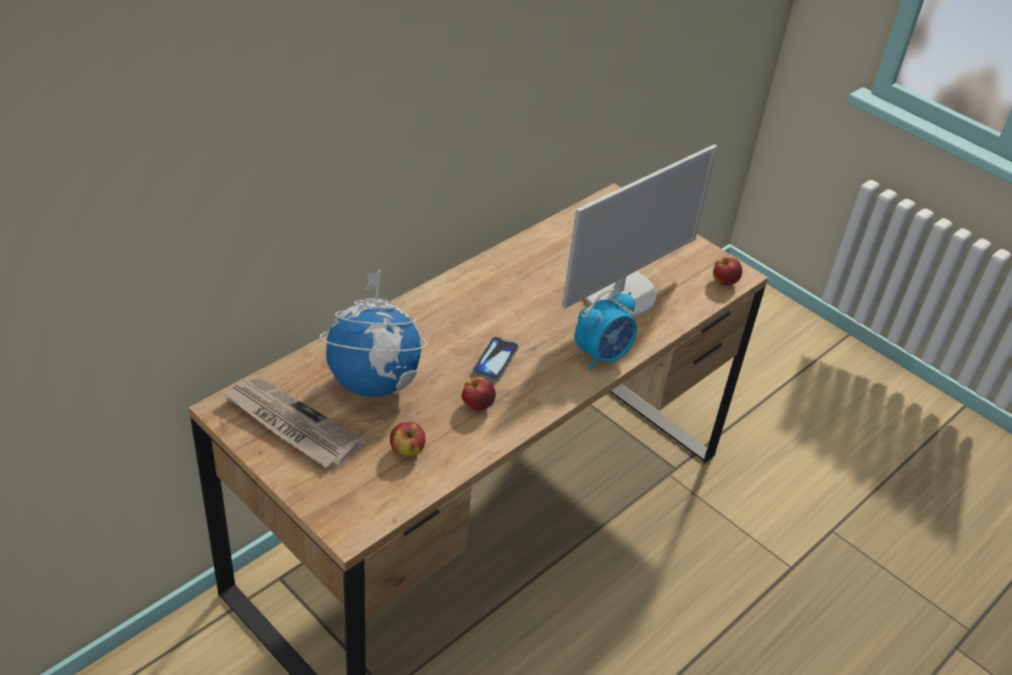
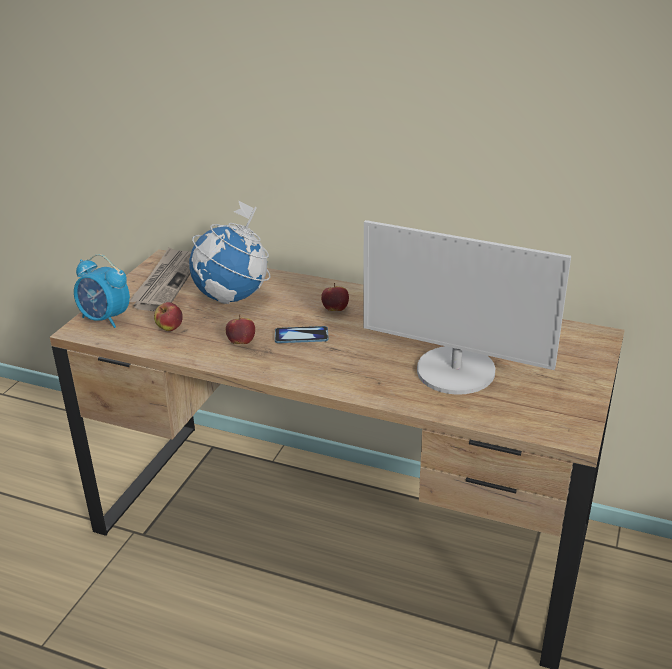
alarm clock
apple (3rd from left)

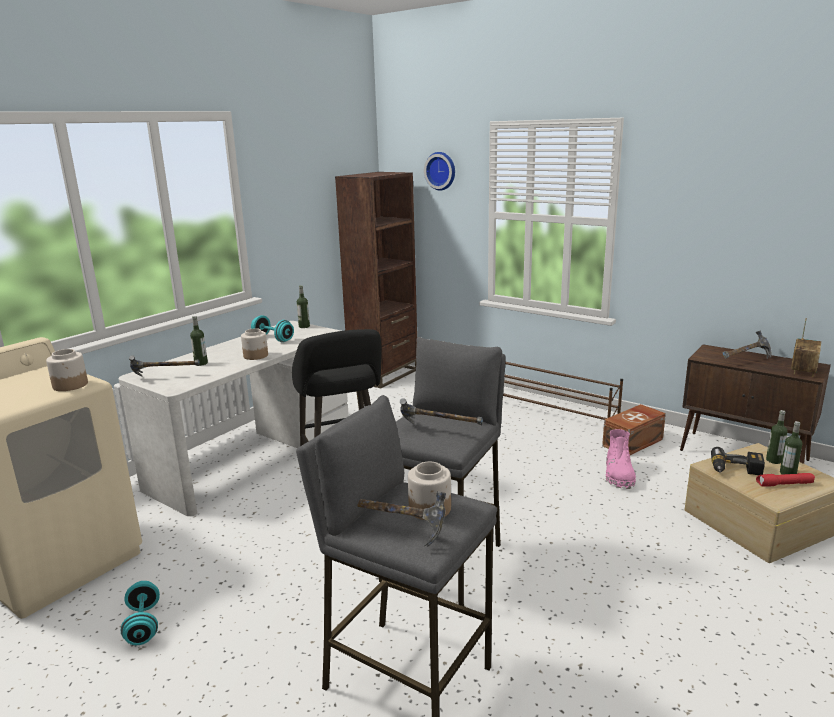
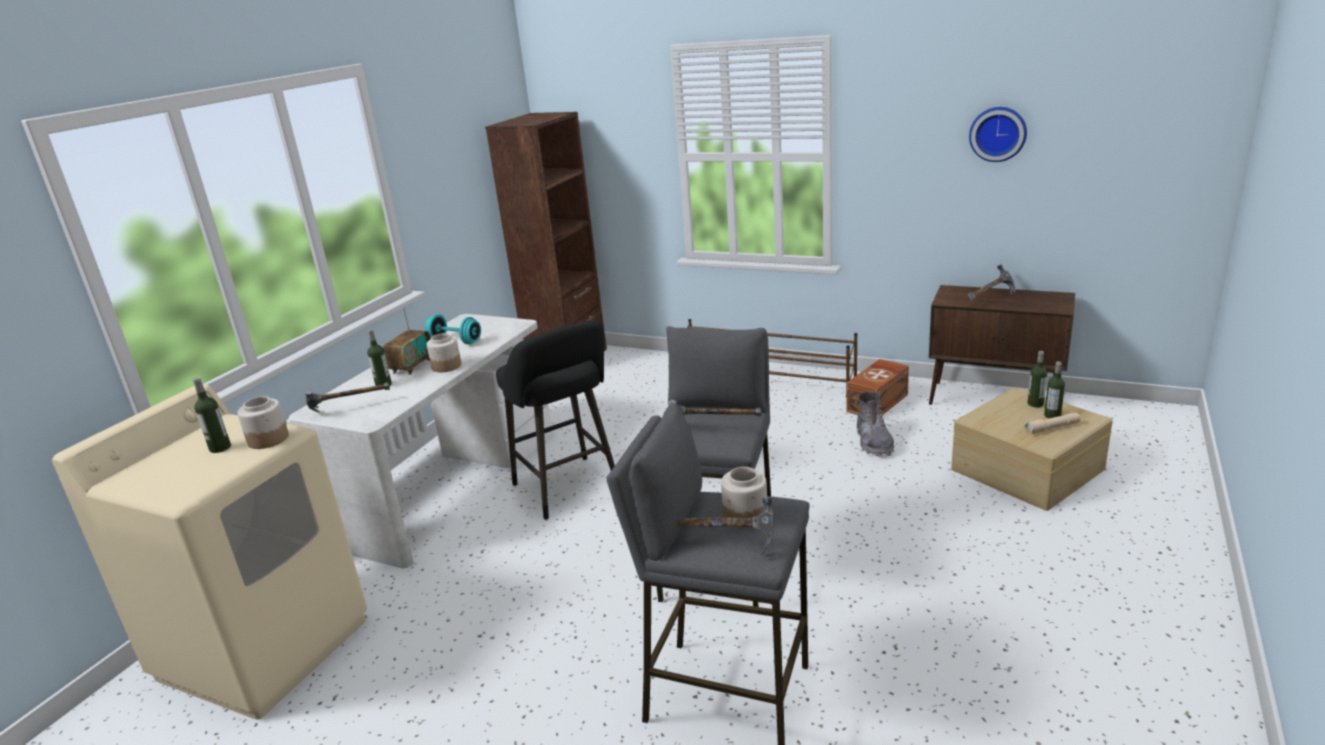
turquoise dumbbell (1st from left in the first image)
power drill
bottle (1st from left)
wall clock
radio
grey boot
beige flashlight

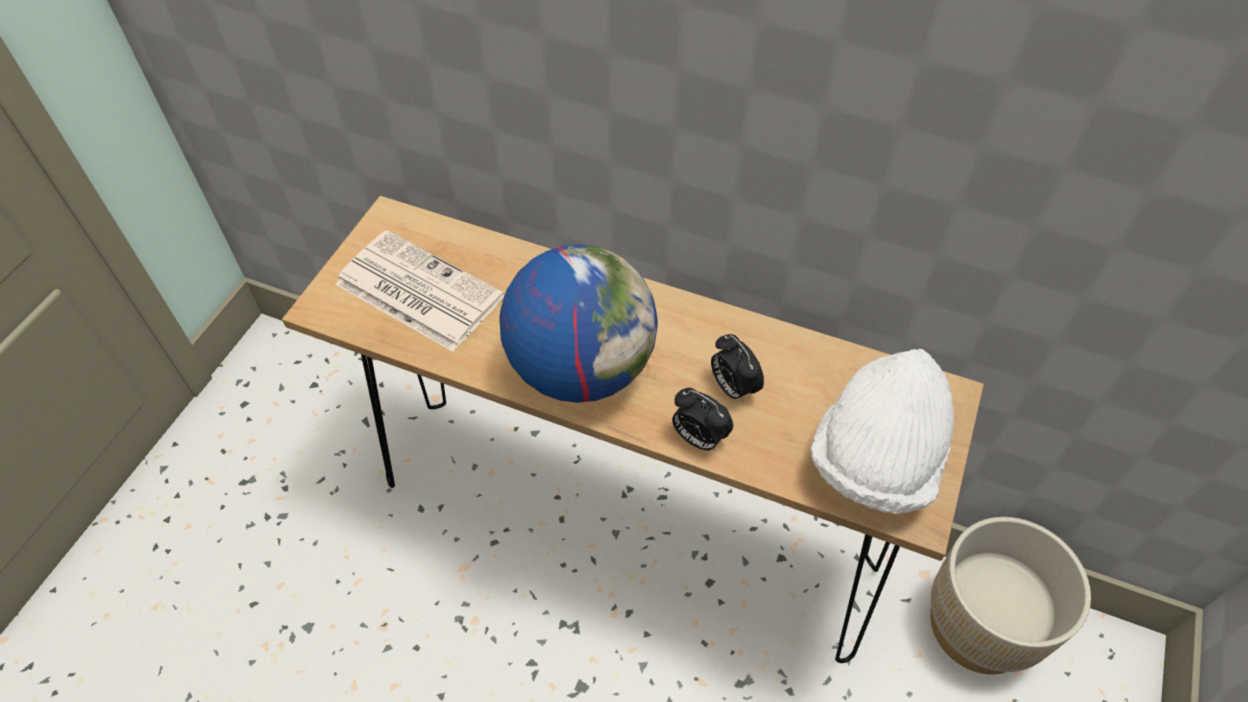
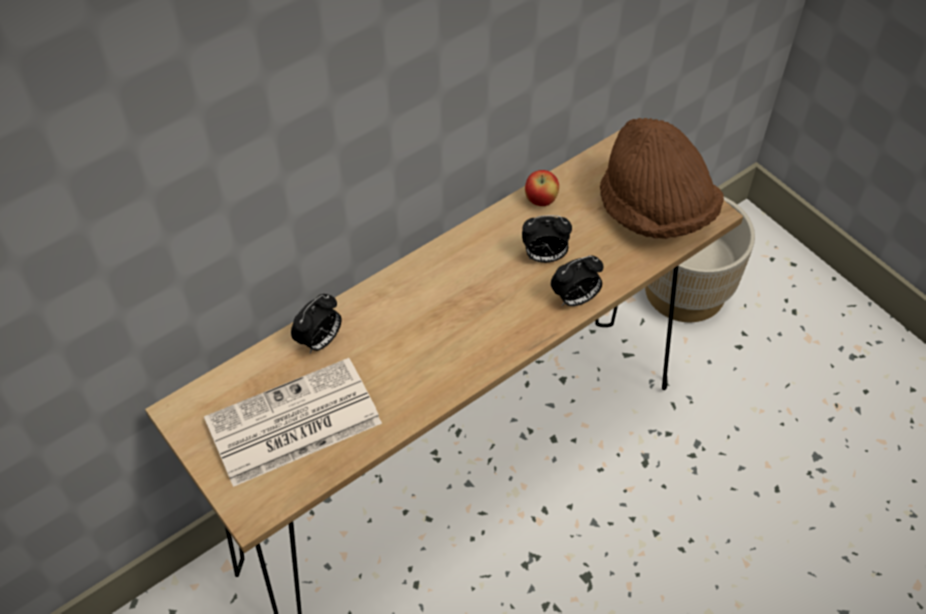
globe
alarm clock (1st from left)
apple
brown hat

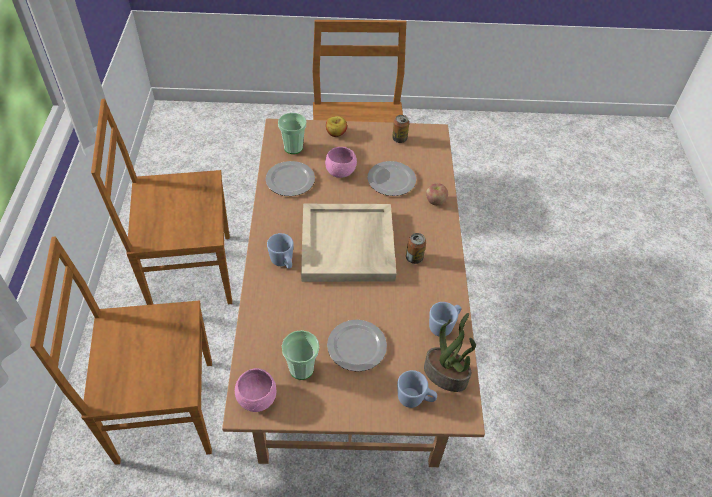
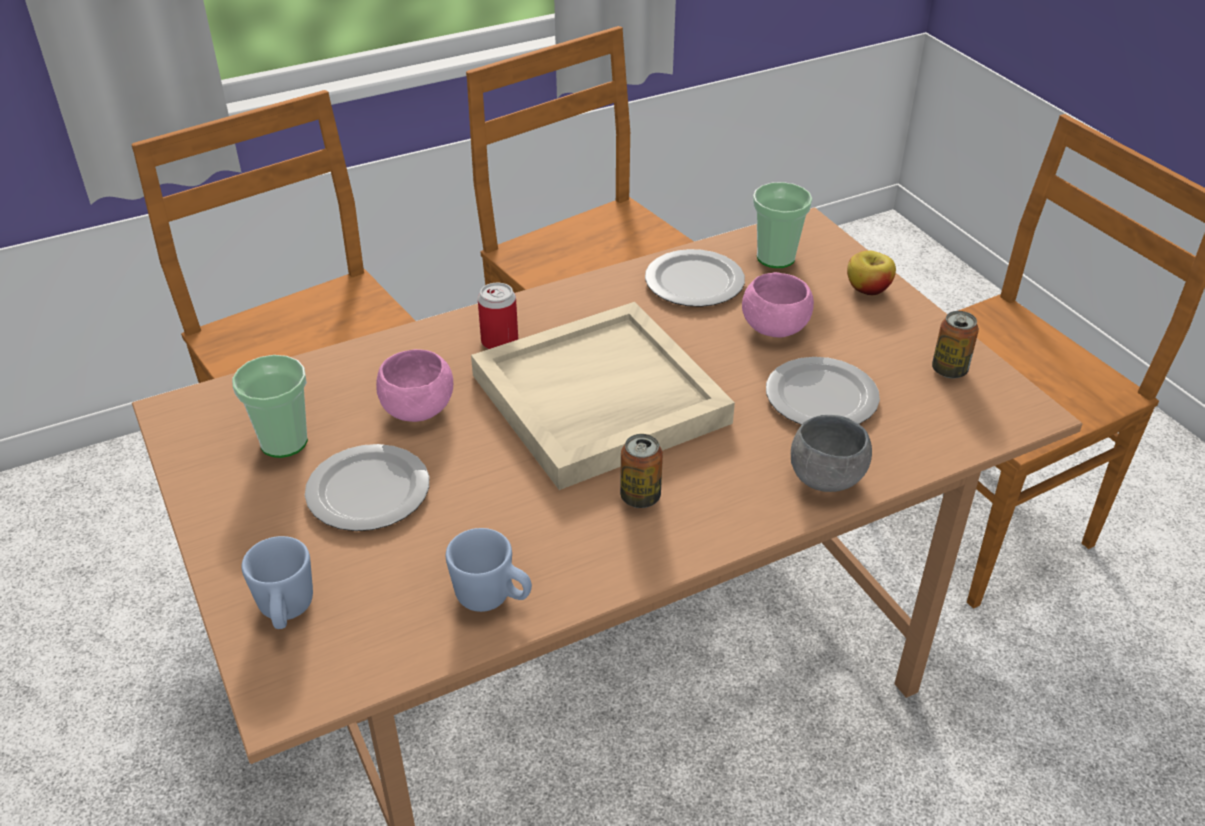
potted plant
pink bowl (1st from left)
can (1st from left)
grey bowl

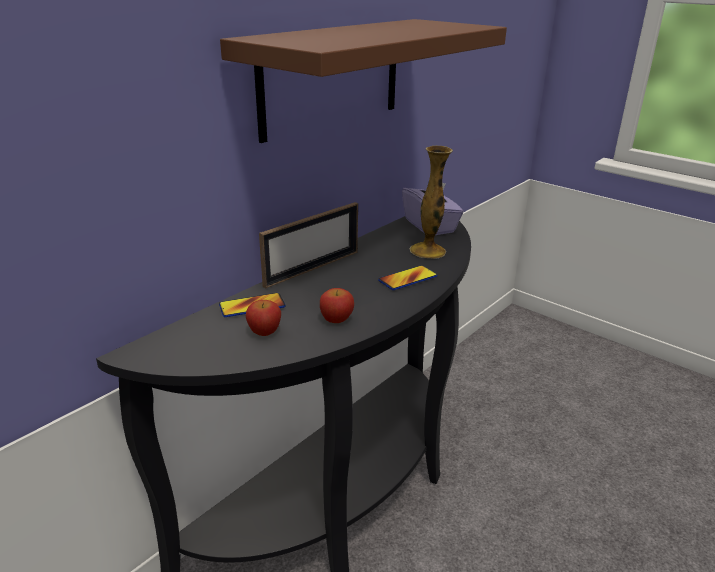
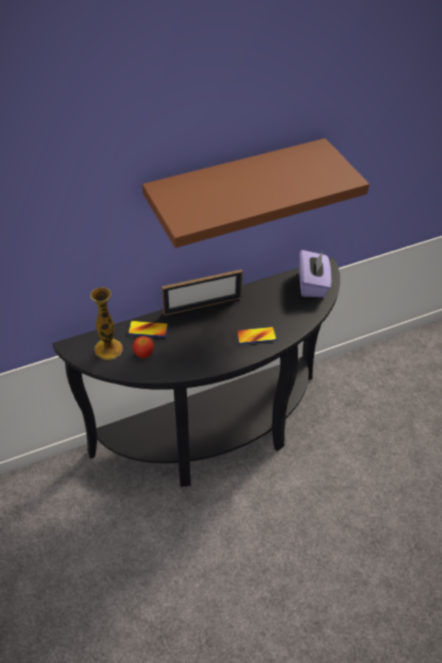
apple (2nd from left in the first image)
vase

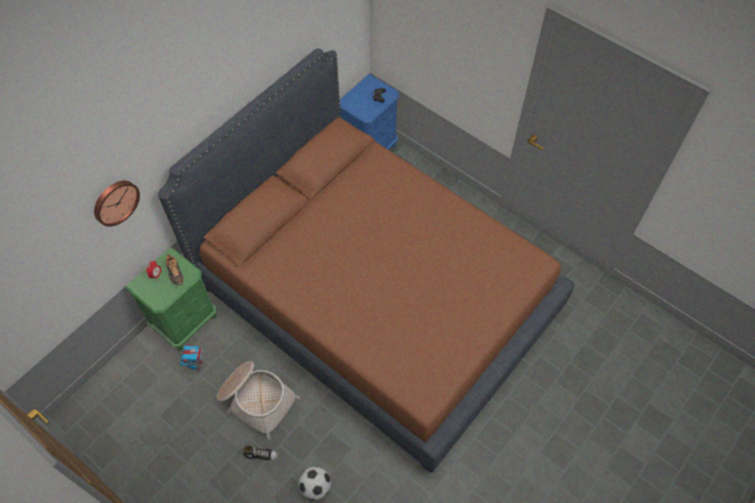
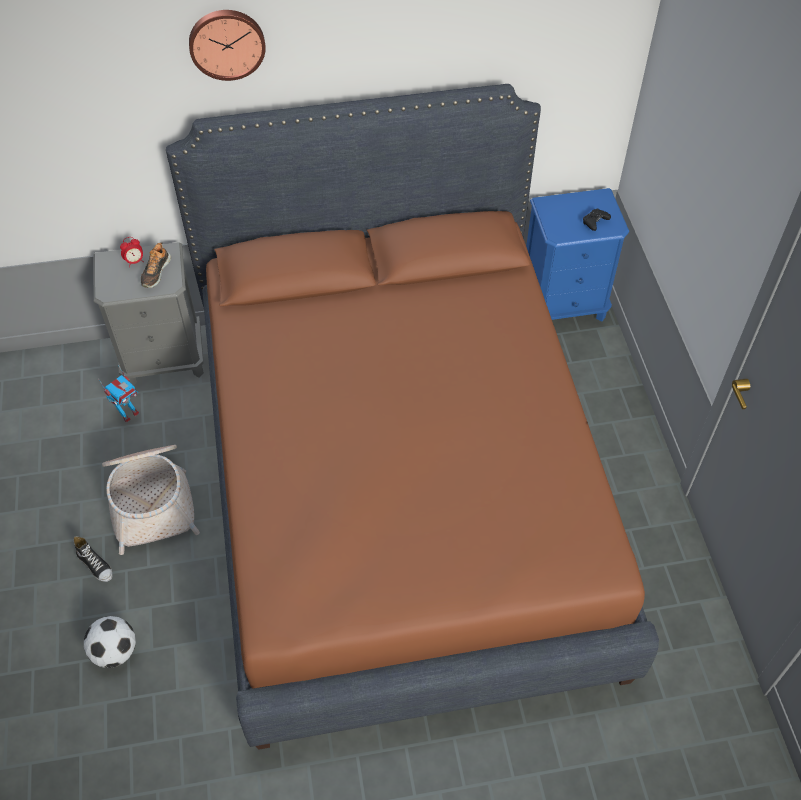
wall clock
grey nightstand

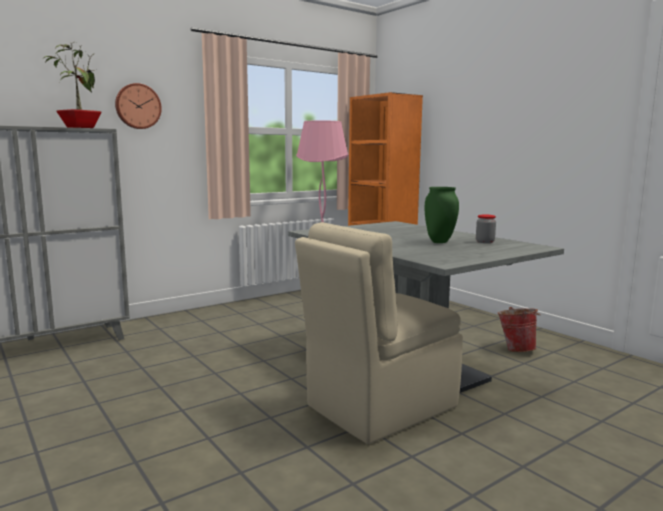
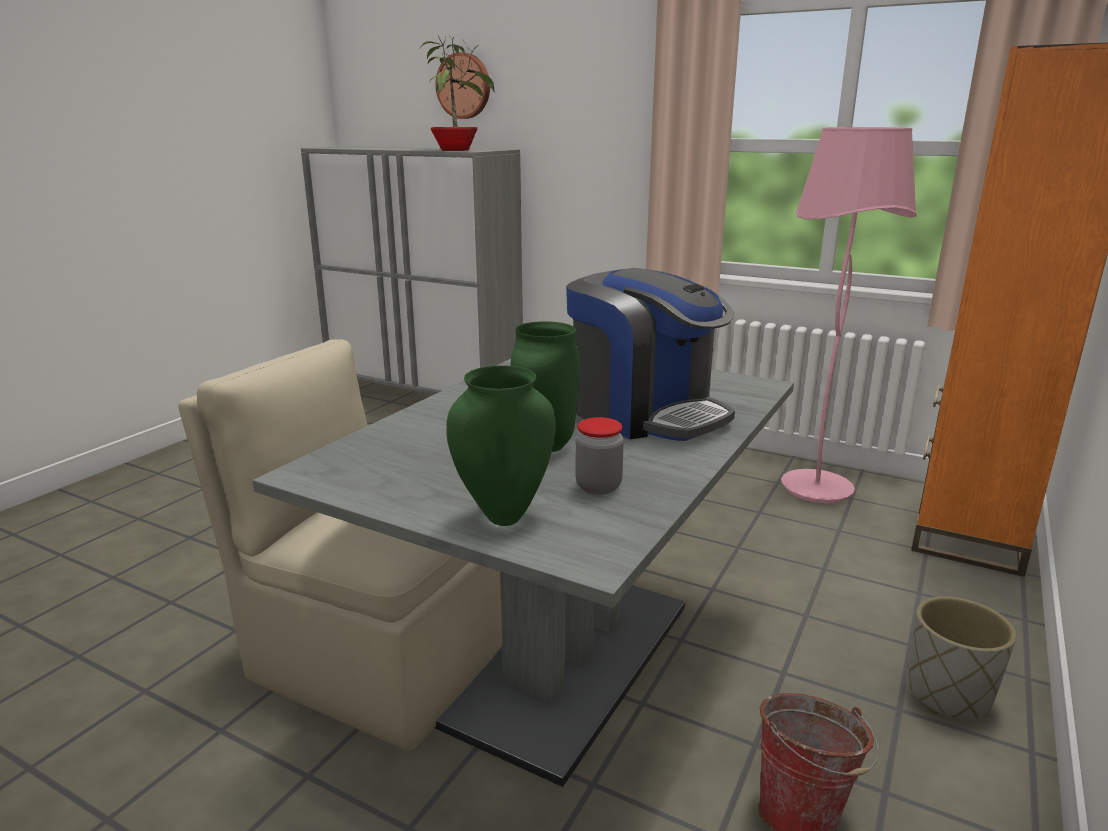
green vase (1st from left)
coffee machine
grey planter
wall clock

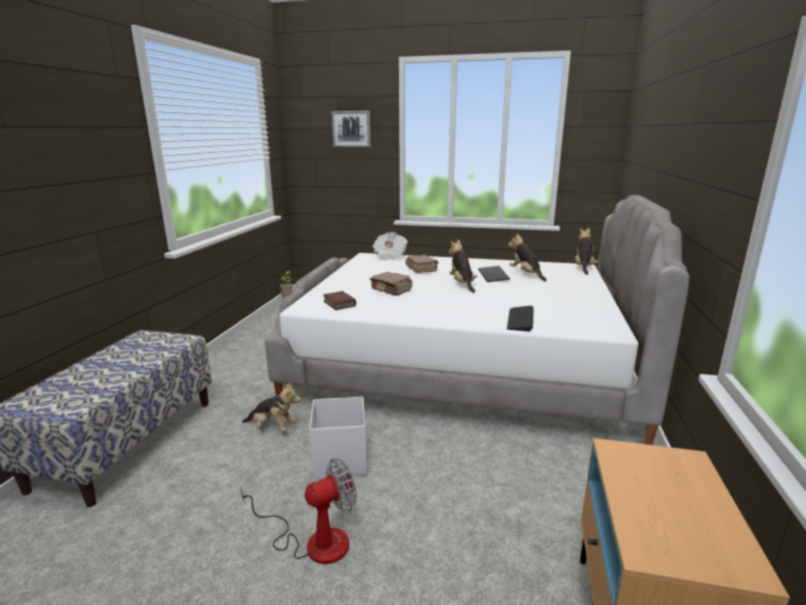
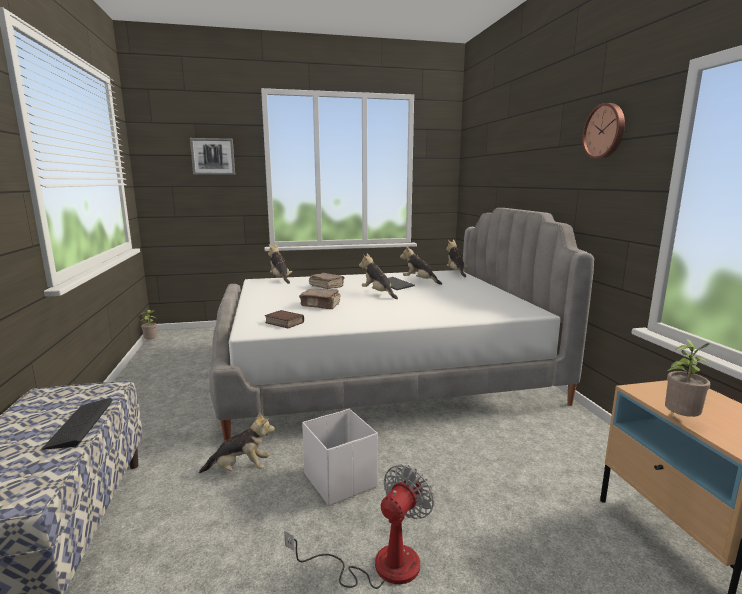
wall clock
potted plant (2nd from left)
keyboard (1st from left)
plush toy (2nd from left)

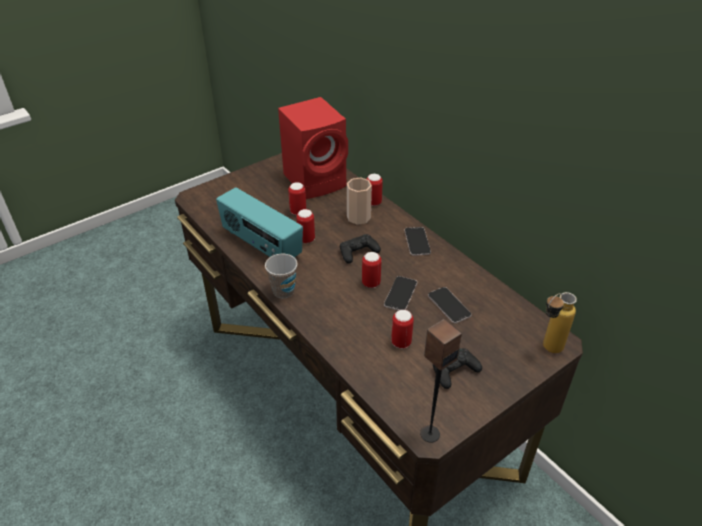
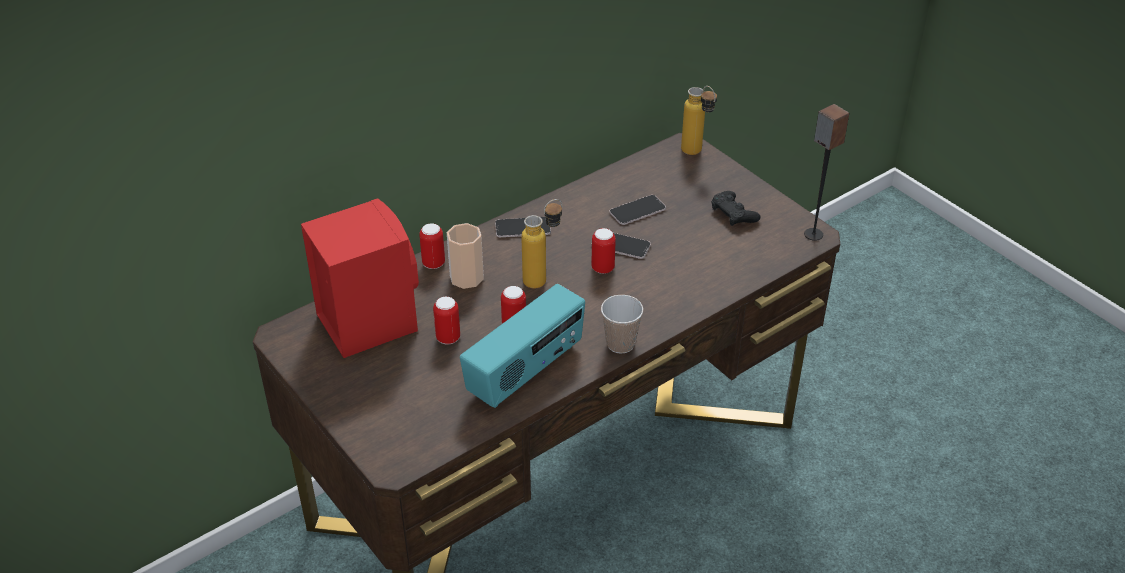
can (5th from left in the first image)
bottle (1st from left)

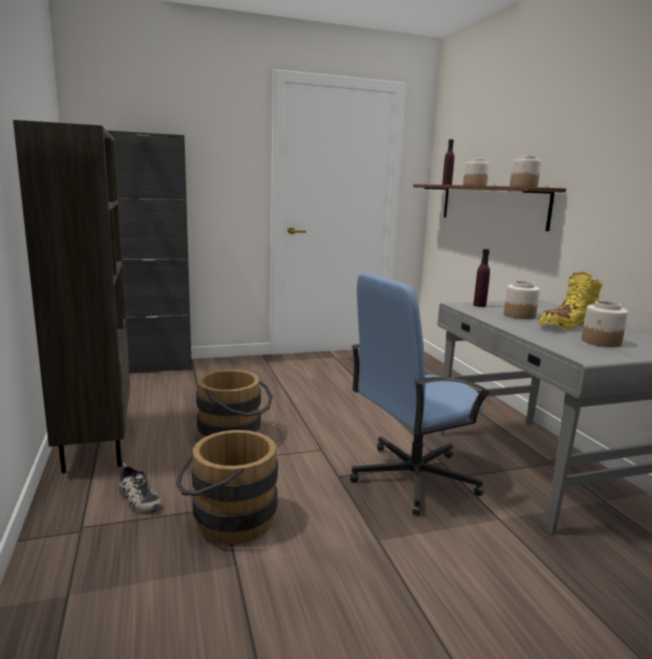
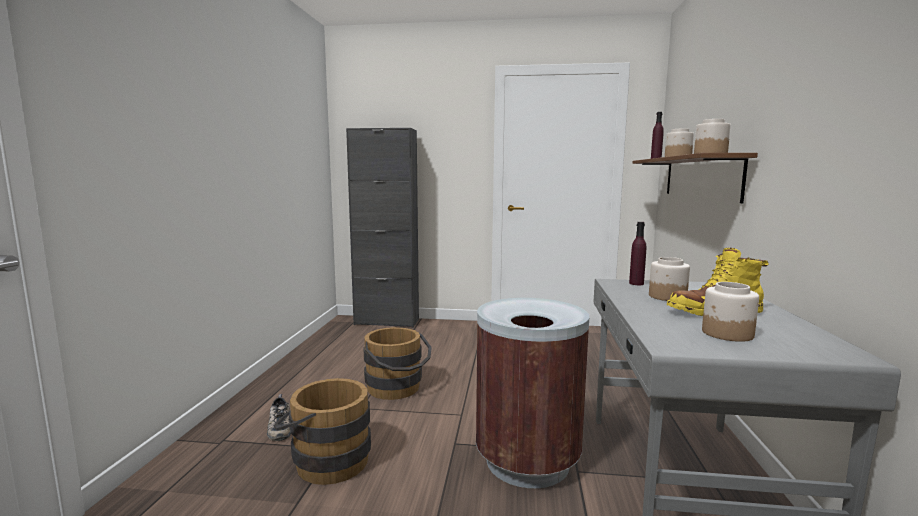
brown bookcase
brown trash can

